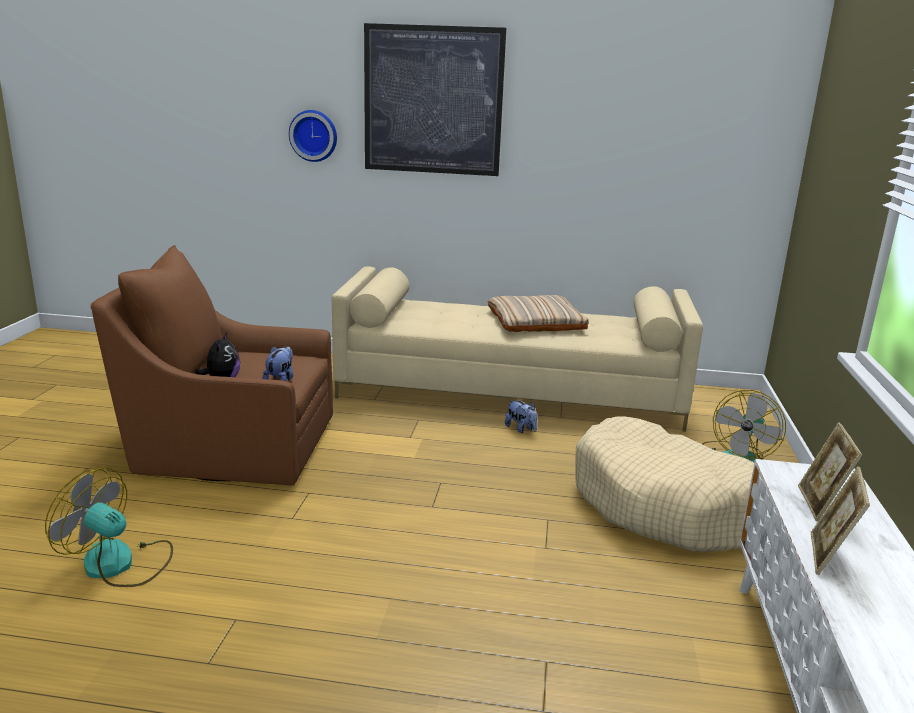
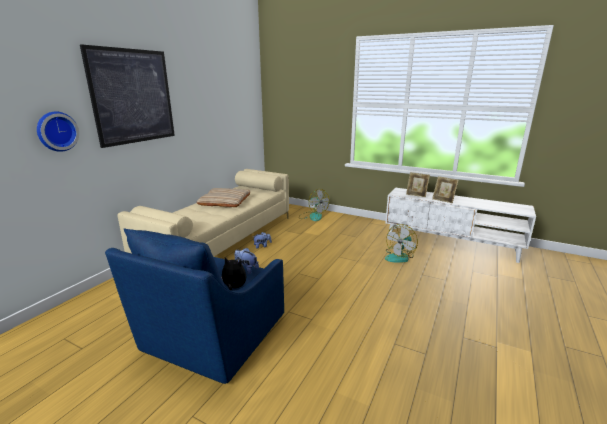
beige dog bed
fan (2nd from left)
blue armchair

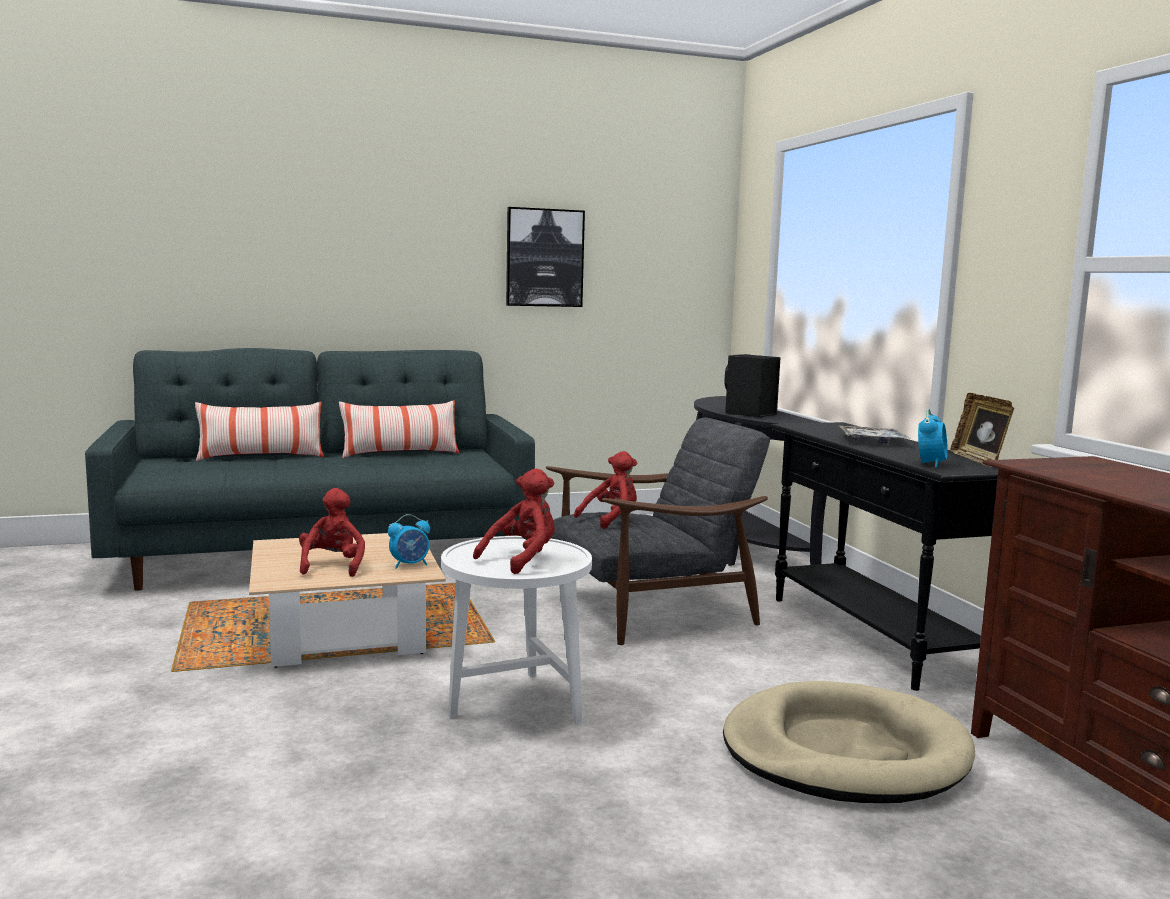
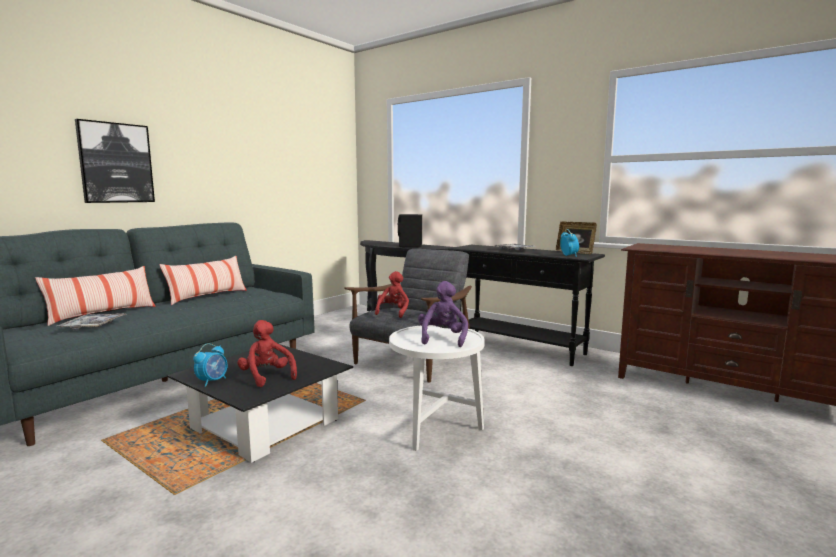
beige dog bed
tray (1st from left)
alarm clock (1st from left)
picture
black coffee table
purple plush toy

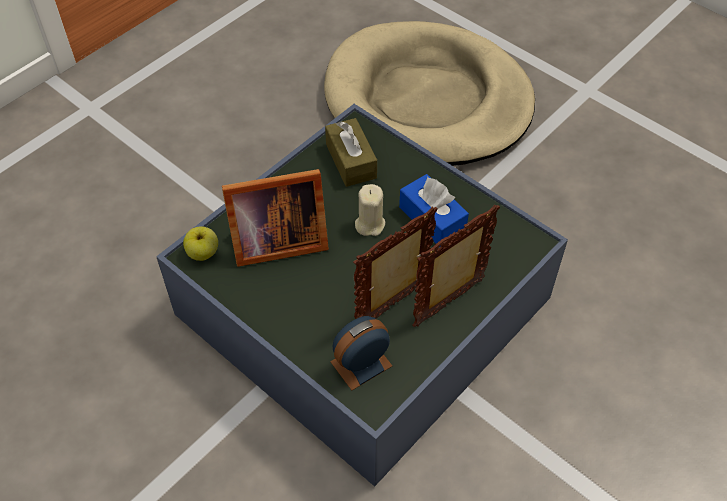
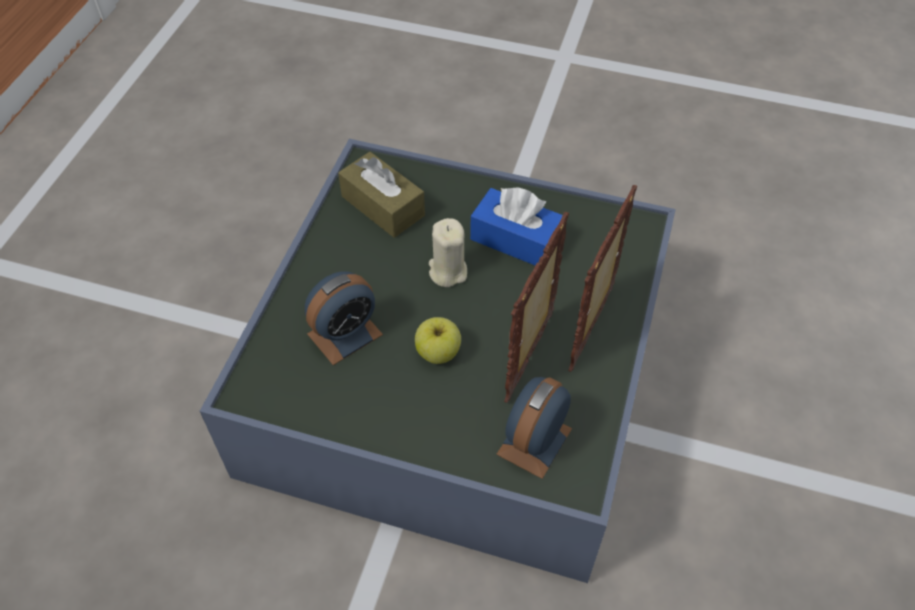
beige dog bed
apple
alarm clock (1st from left)

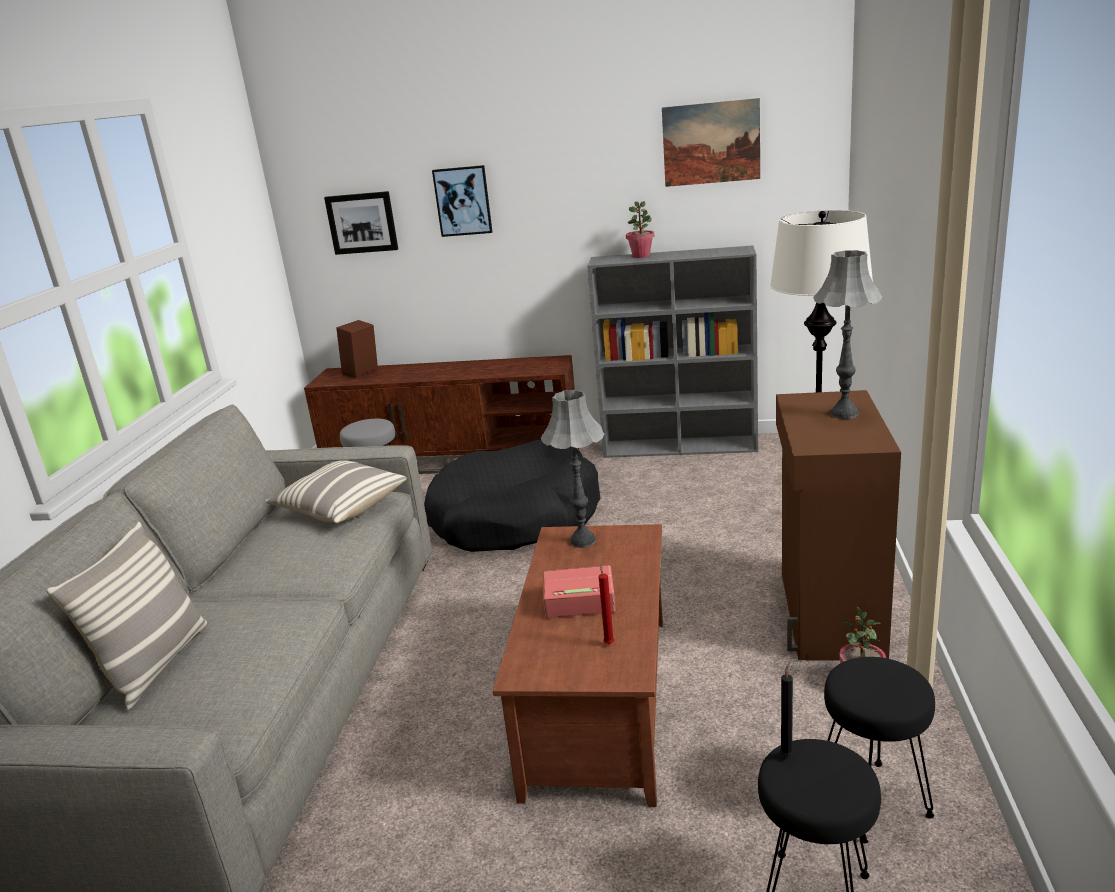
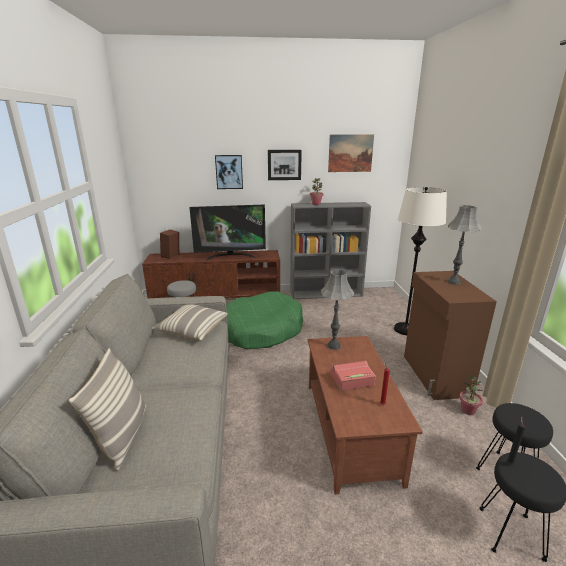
television
picture (2nd from left)
green dog bed

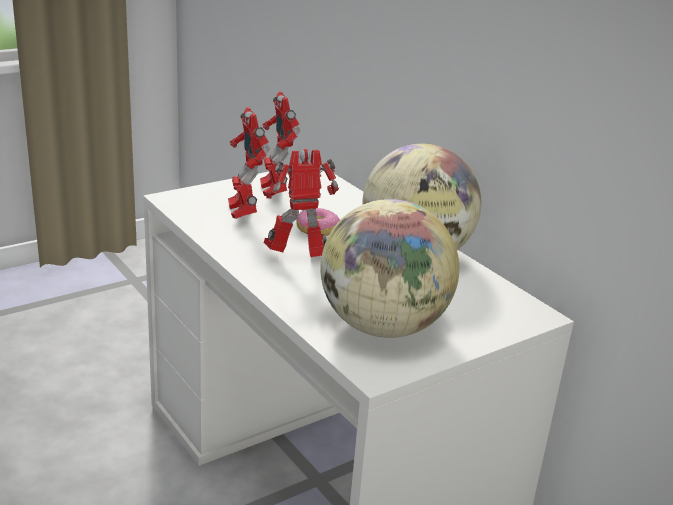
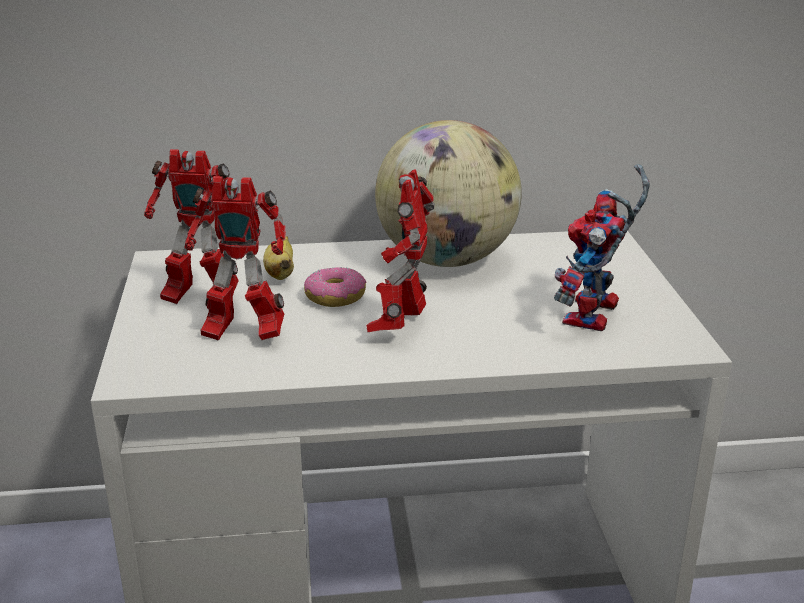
banana
toy robot (4th from left)

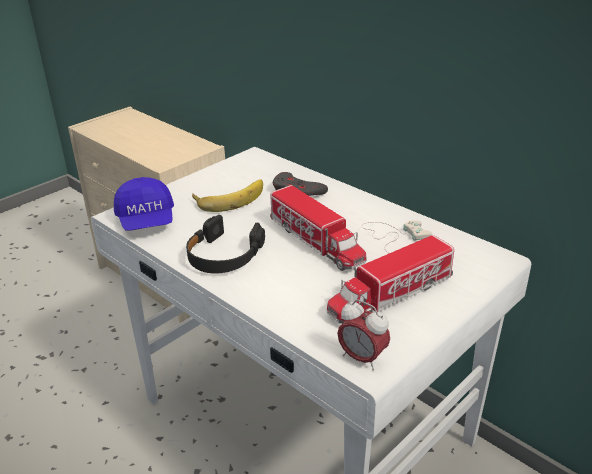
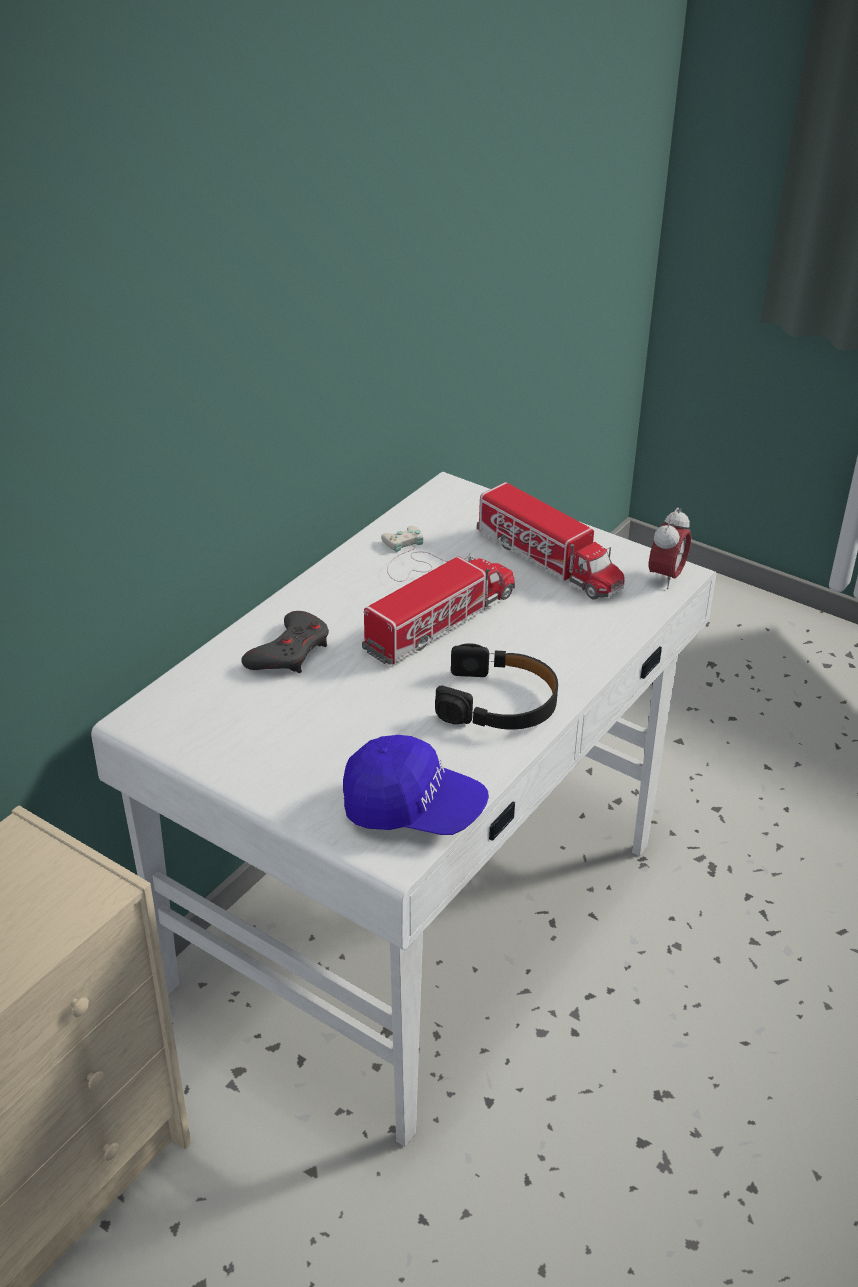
banana
blue cap

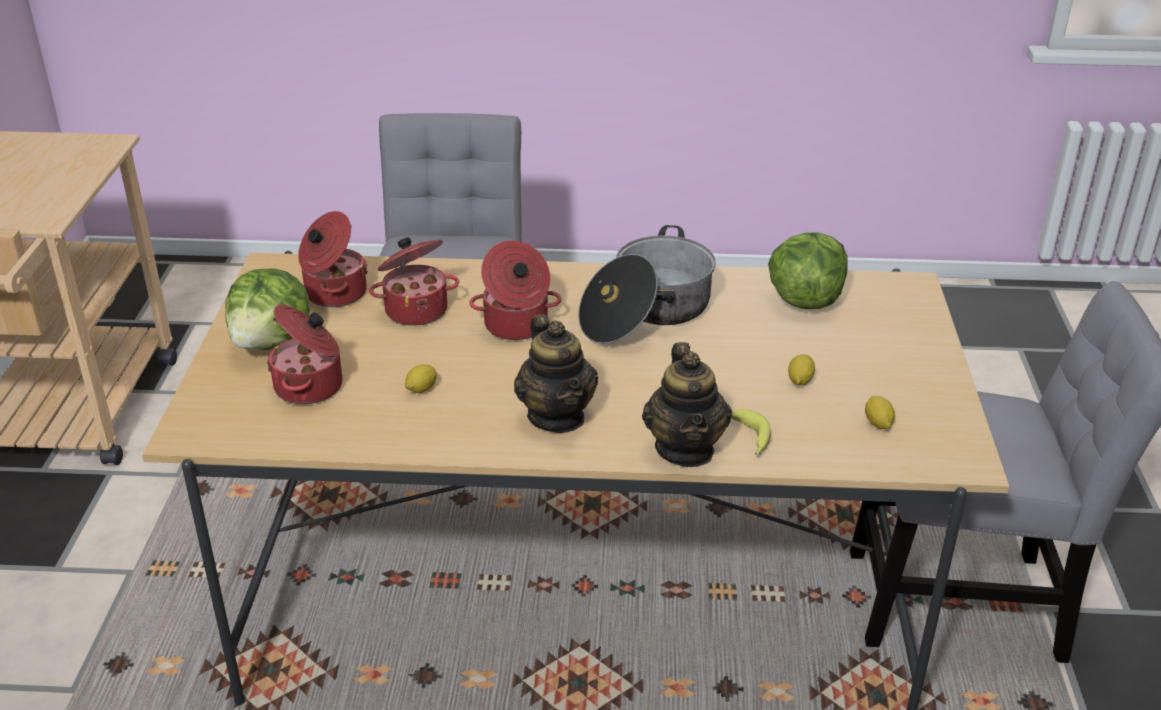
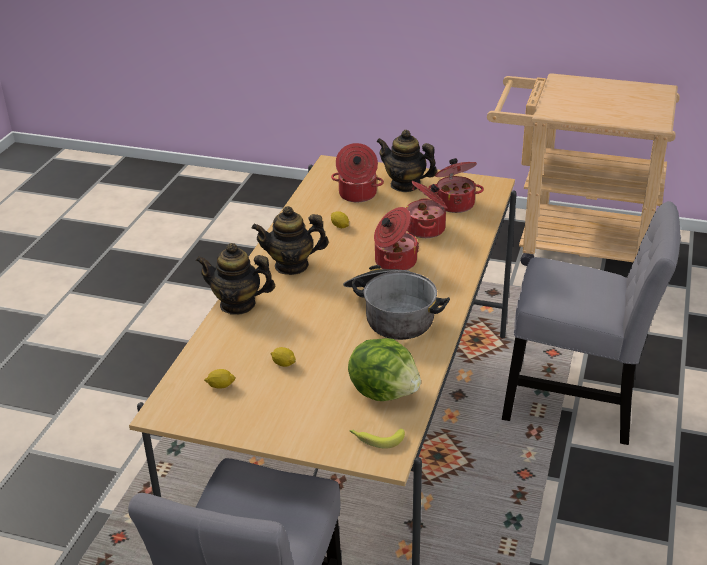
banana
teapot (3rd from left)

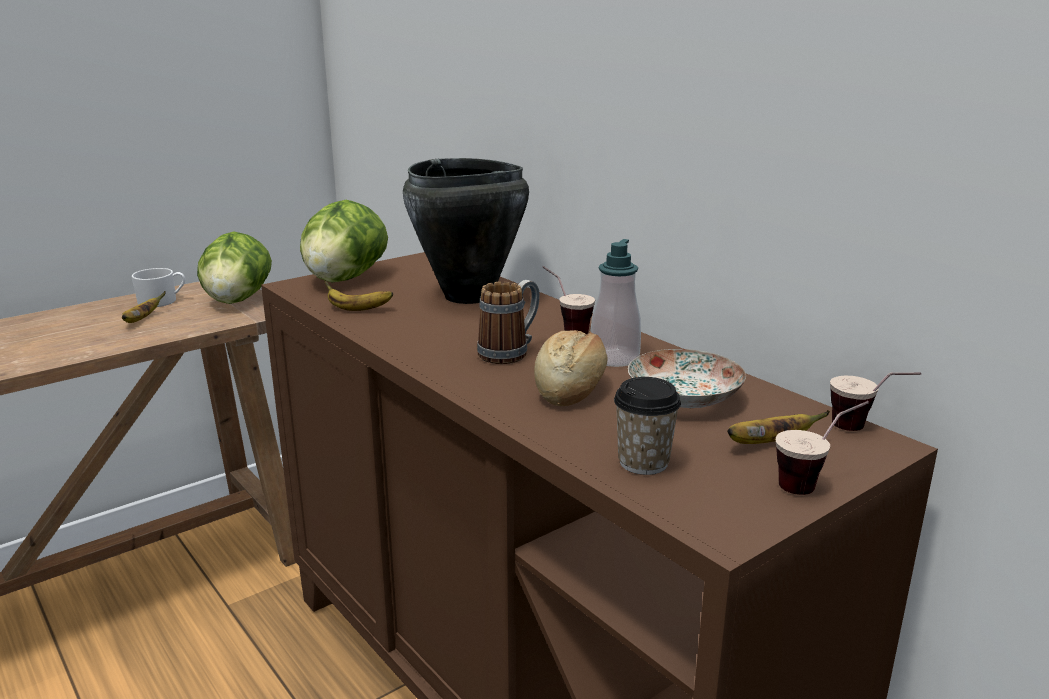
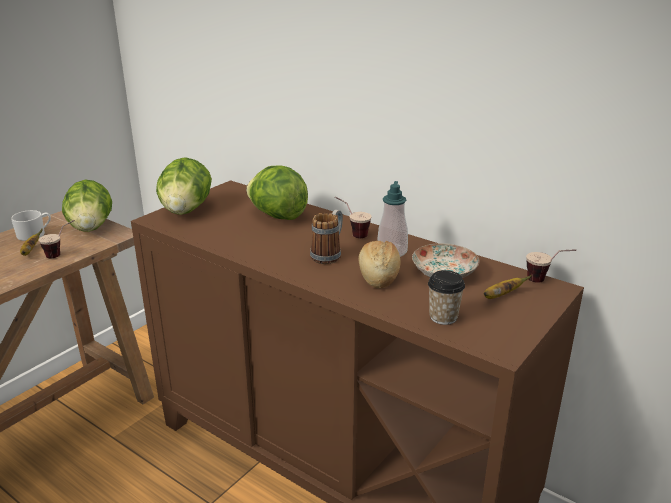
banana (2nd from left in the first image)
cup (1st from left)
lettuce (3rd from left)

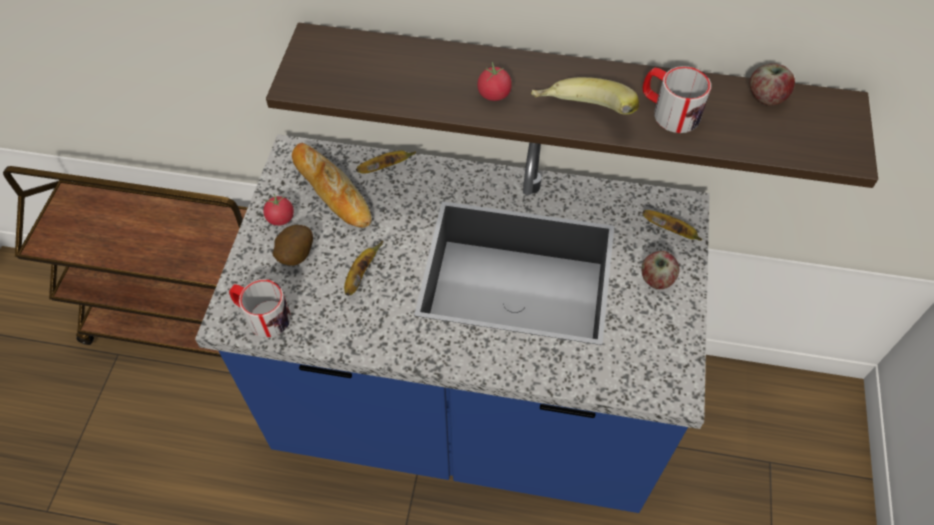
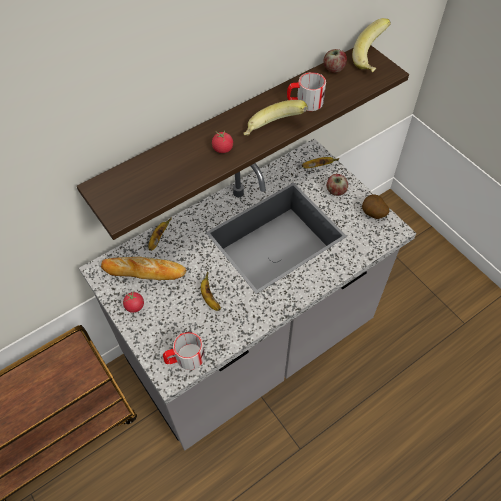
banana (5th from left)
potato
grey counter

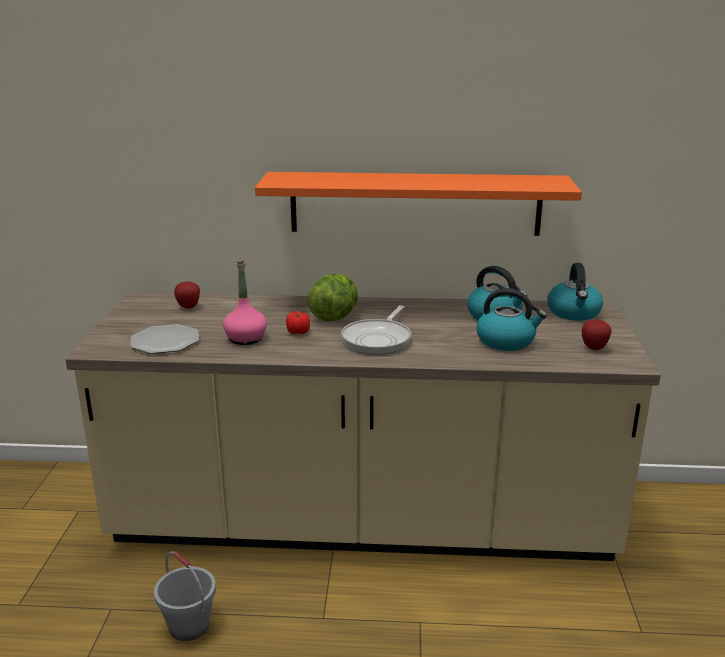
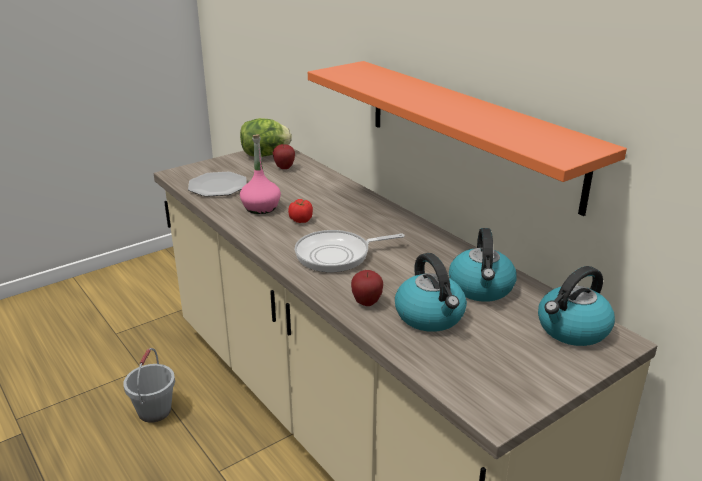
lettuce
apple (2nd from left)

